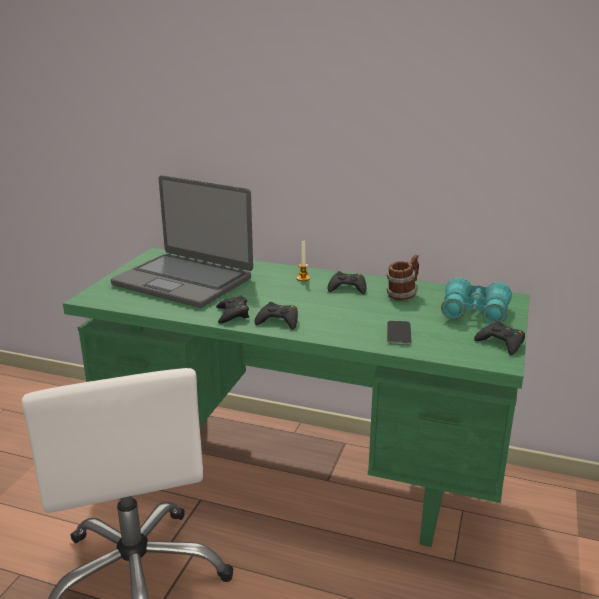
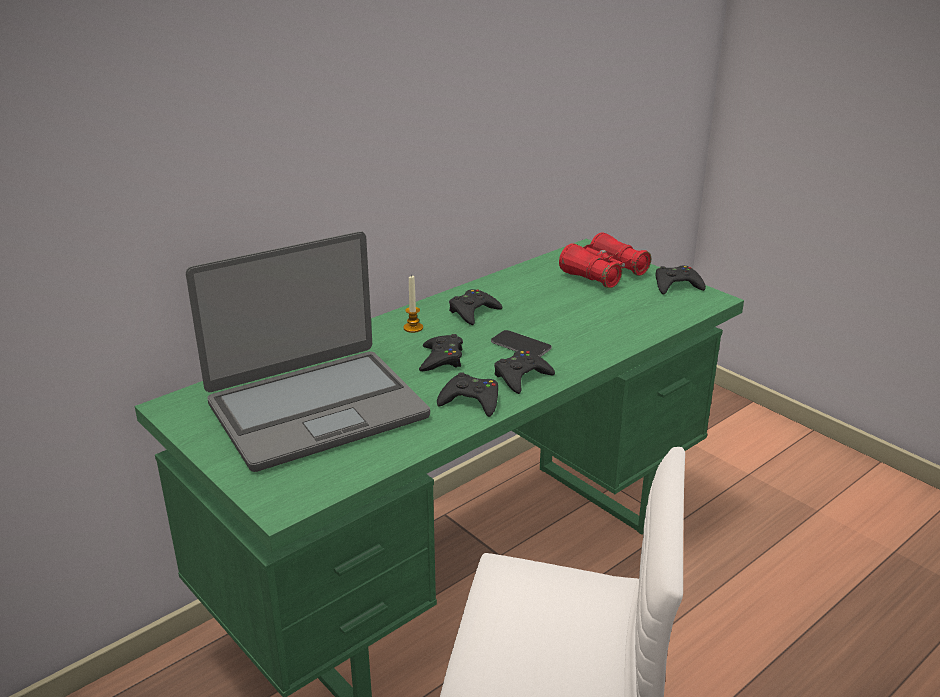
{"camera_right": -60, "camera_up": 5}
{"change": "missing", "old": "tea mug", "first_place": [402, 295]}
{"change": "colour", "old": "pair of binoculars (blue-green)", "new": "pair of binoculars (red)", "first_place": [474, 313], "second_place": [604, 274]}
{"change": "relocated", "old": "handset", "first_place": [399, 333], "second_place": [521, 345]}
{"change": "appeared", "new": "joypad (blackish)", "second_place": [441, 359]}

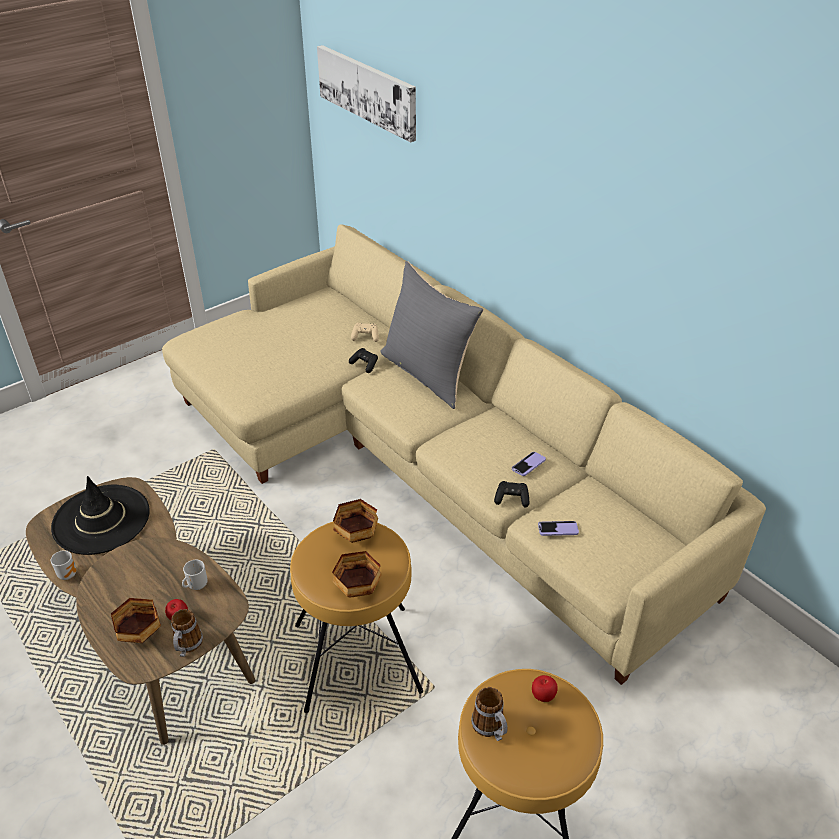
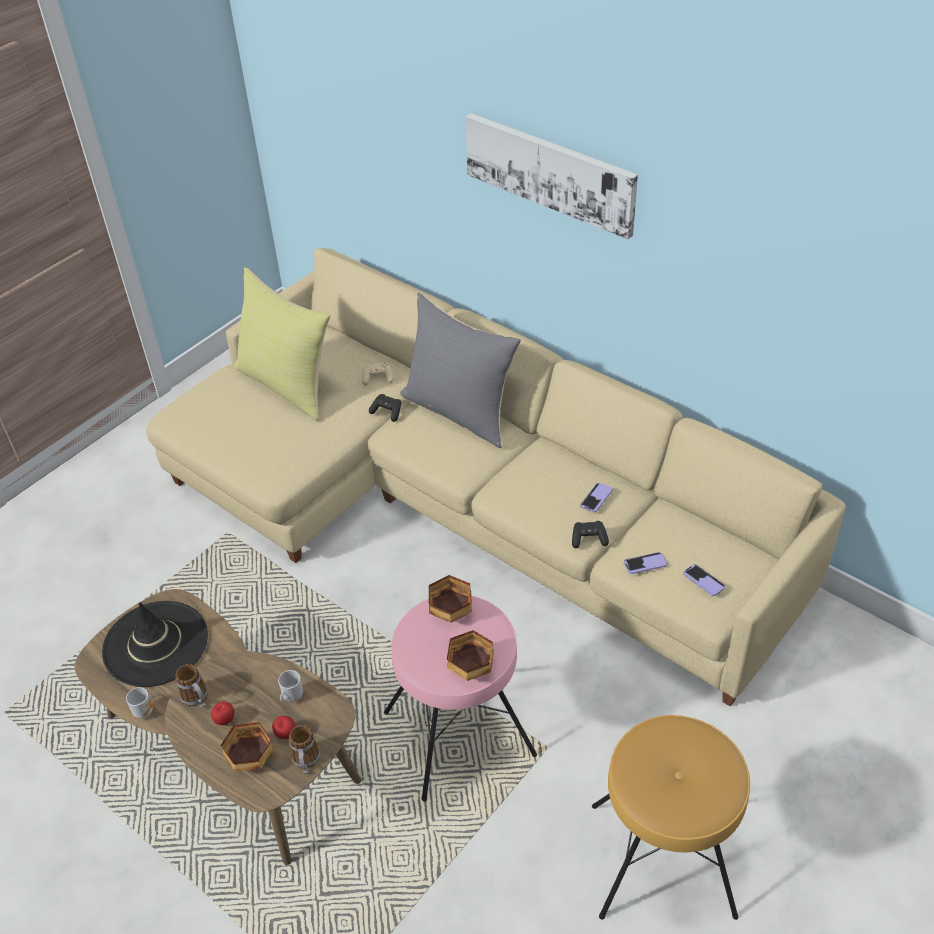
{"camera_right": -10, "camera_up": 5}
{"change": "relocated", "old": "wall picture", "first_place": [367, 91], "second_place": [550, 172]}
{"change": "colour", "old": "stool (brown)", "new": "stool (pink-coloured)", "first_place": [357, 658], "second_place": [459, 734]}
{"change": "relocated", "old": "whole apple", "first_place": [543, 696], "second_place": [225, 720]}
{"change": "relocated", "old": "tea mug", "first_place": [491, 729], "second_place": [197, 699]}
{"change": "appeared", "new": "throw pillow (yellowish)", "second_place": [288, 384]}
{"change": "appeared", "new": "handset", "second_place": [703, 581]}

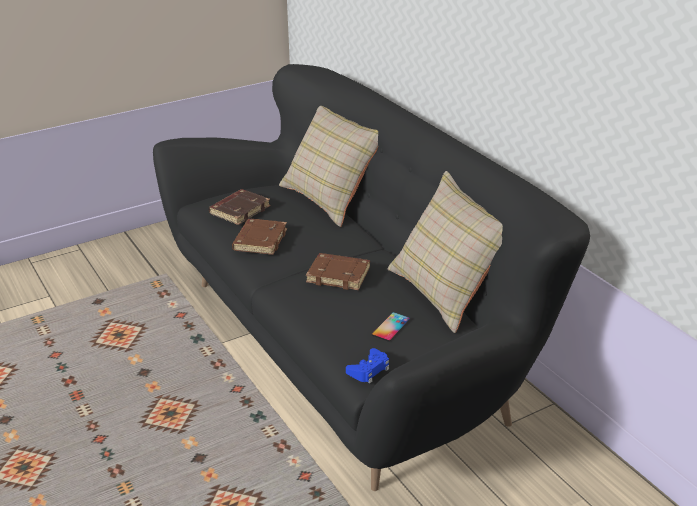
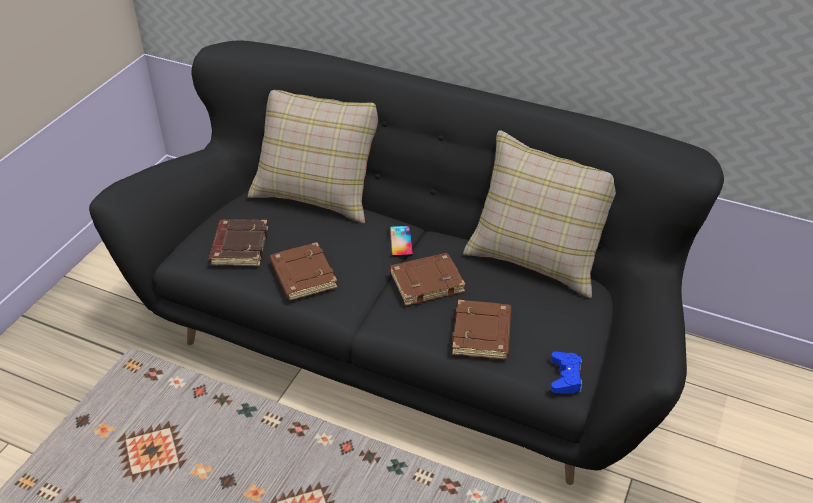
{"camera_right": -35, "camera_up": 10}
{"change": "relocated", "old": "handset", "first_place": [390, 327], "second_place": [401, 241]}
{"change": "appeared", "new": "book (brown)", "second_place": [482, 334]}

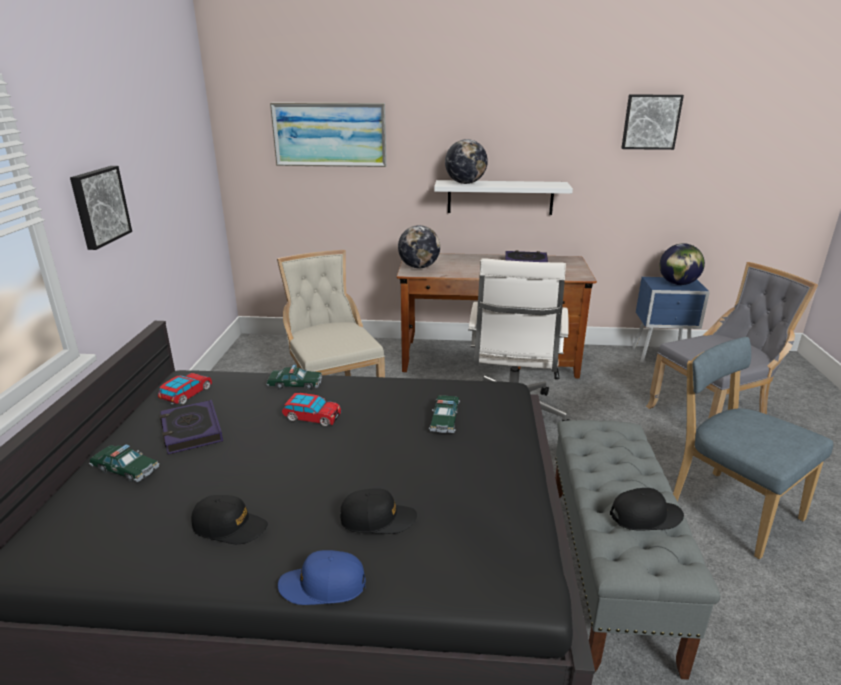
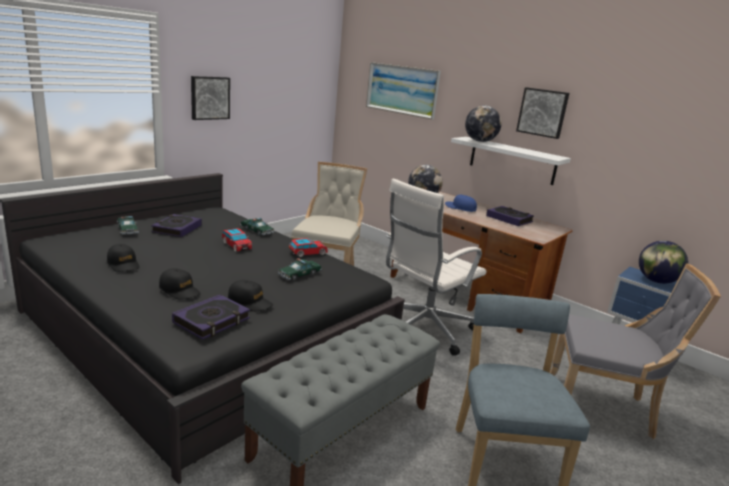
{"camera_right": 35, "camera_up": -5}
{"change": "relocated", "old": "wall picture", "first_place": [650, 122], "second_place": [542, 112]}
{"change": "relocated", "old": "model car", "first_place": [186, 395], "second_place": [307, 253]}
{"change": "relocated", "old": "baseball cap (blackish)", "first_place": [645, 516], "second_place": [250, 302]}
{"change": "relocated", "old": "baseball cap (blue-coloured)", "first_place": [323, 585], "second_place": [460, 208]}
{"change": "appeared", "new": "book", "second_place": [212, 321]}

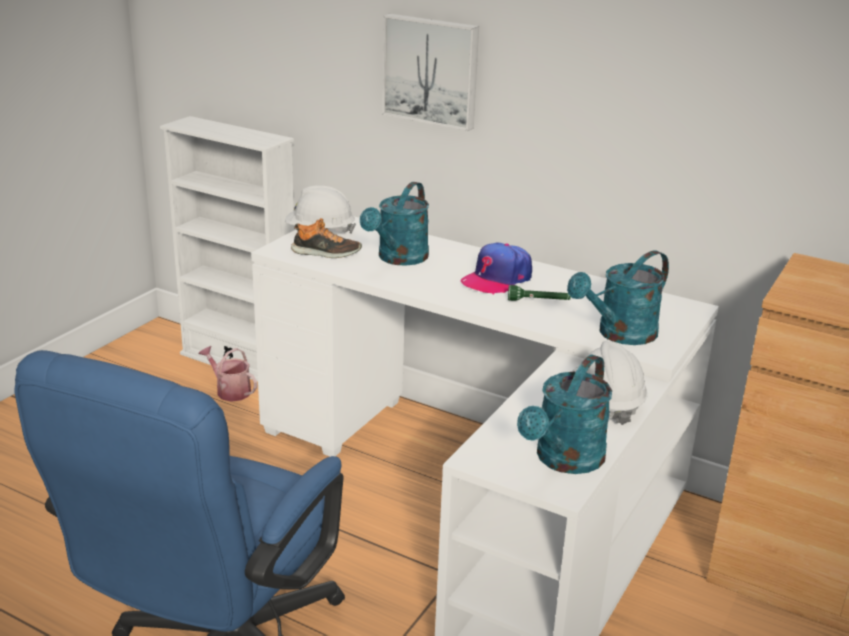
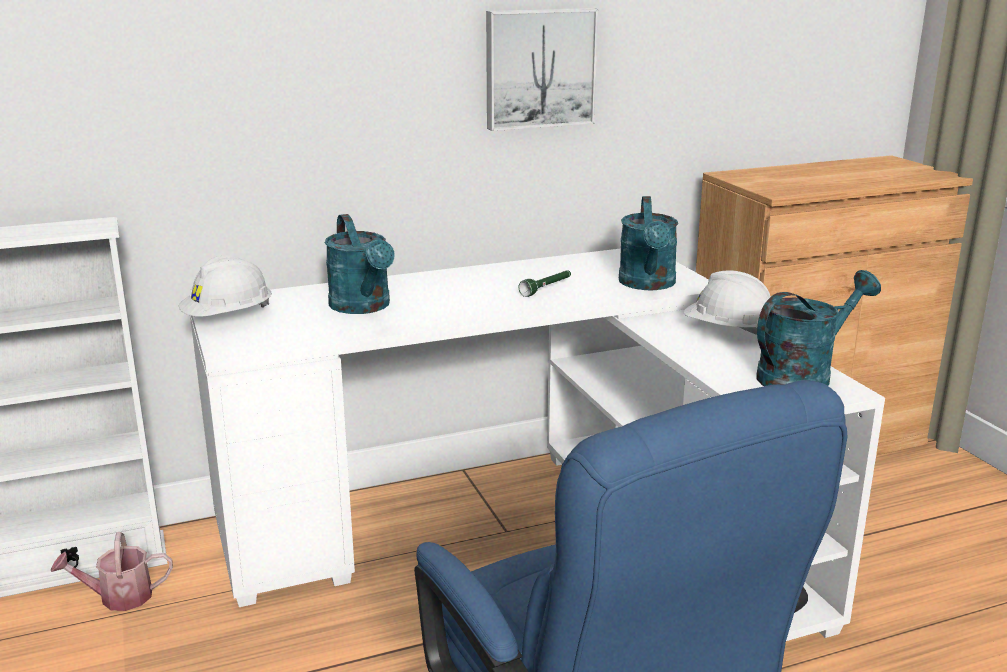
{"camera_right": -50, "camera_up": -5}
{"change": "relocated", "old": "wall picture", "first_place": [431, 70], "second_place": [539, 68]}
{"change": "missing", "old": "item of footwear", "first_place": [326, 253]}
{"change": "missing", "old": "baseball cap", "first_place": [497, 279]}
{"change": "spun", "old": "watering pot (blue-green)", "first_place": [564, 461], "second_place": [803, 375], "degrees": -105}

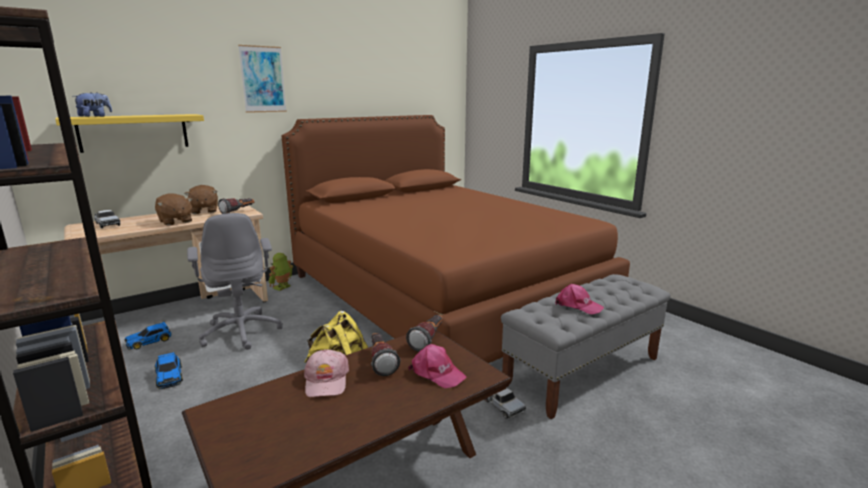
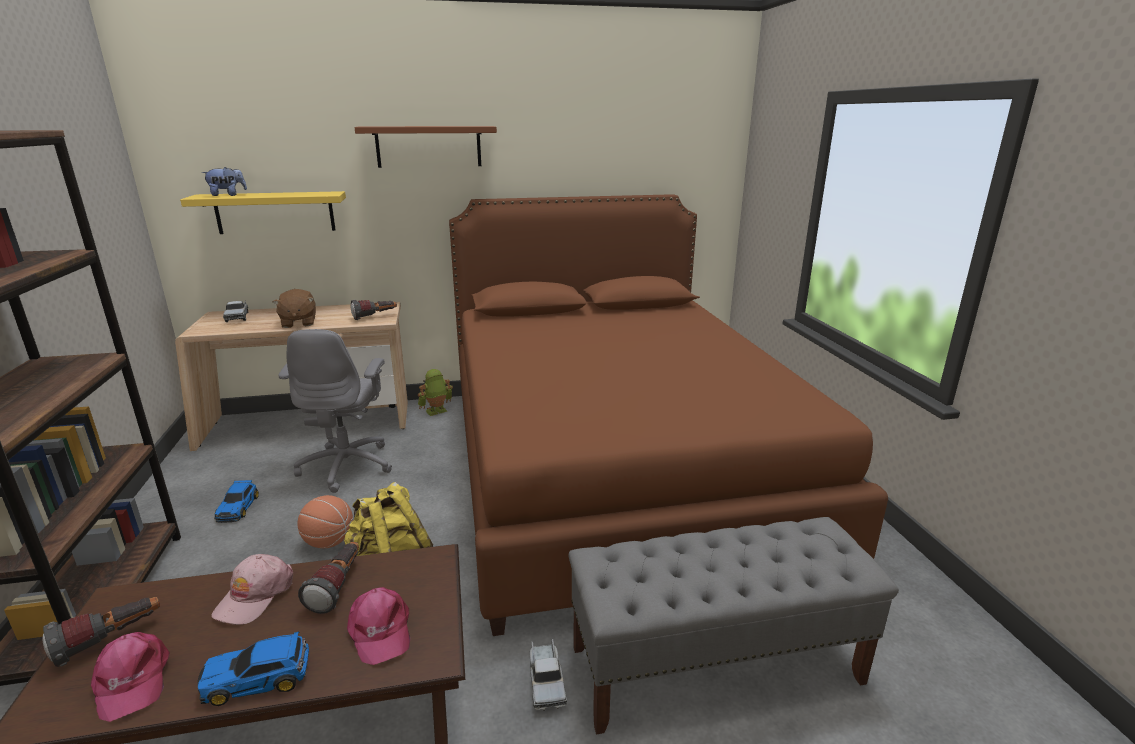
{"camera_right": 25, "camera_up": 5}
{"change": "exchanged", "old": "wall picture", "new": "wall shelf (brown)", "first_place": [263, 79], "second_place": [428, 146]}
{"change": "missing", "old": "cuddly toy (brown)", "first_place": [204, 211]}
{"change": "relocated", "old": "baseball cap (pink-coloured)", "first_place": [577, 305], "second_place": [131, 680]}
{"change": "relocated", "old": "torch", "first_place": [428, 340], "second_place": [110, 640]}
{"change": "relocated", "old": "model car", "first_place": [150, 341], "second_place": [259, 678]}
{"change": "appeared", "new": "ball for basketball", "second_place": [329, 542]}

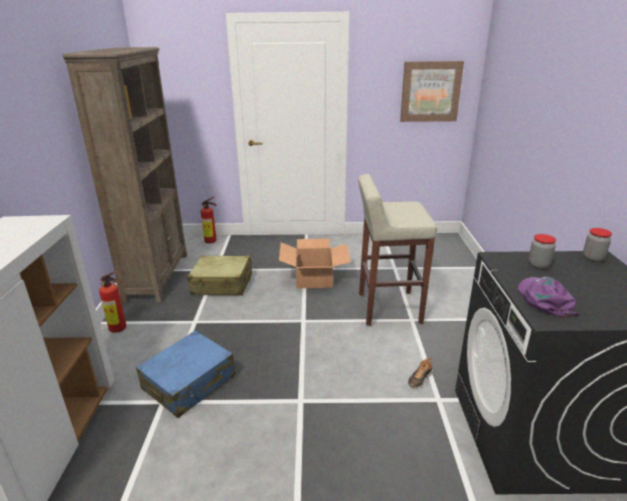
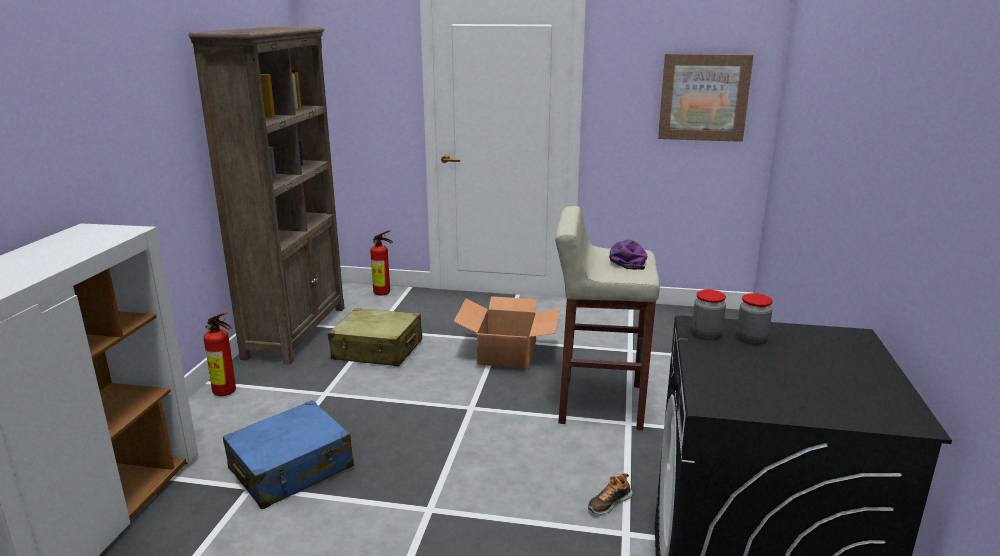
{"camera_right": 10, "camera_up": -5}
{"change": "relocated", "old": "preserve jar", "first_place": [593, 258], "second_place": [706, 334]}
{"change": "relocated", "old": "baseball cap (purple)", "first_place": [544, 299], "second_place": [628, 260]}

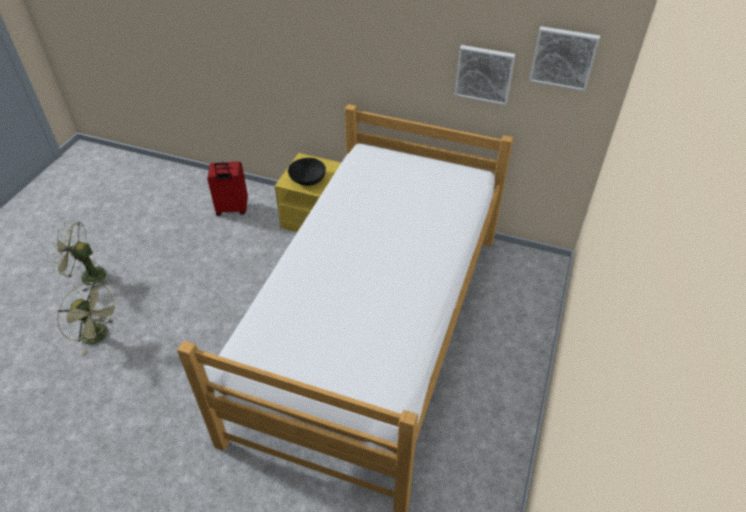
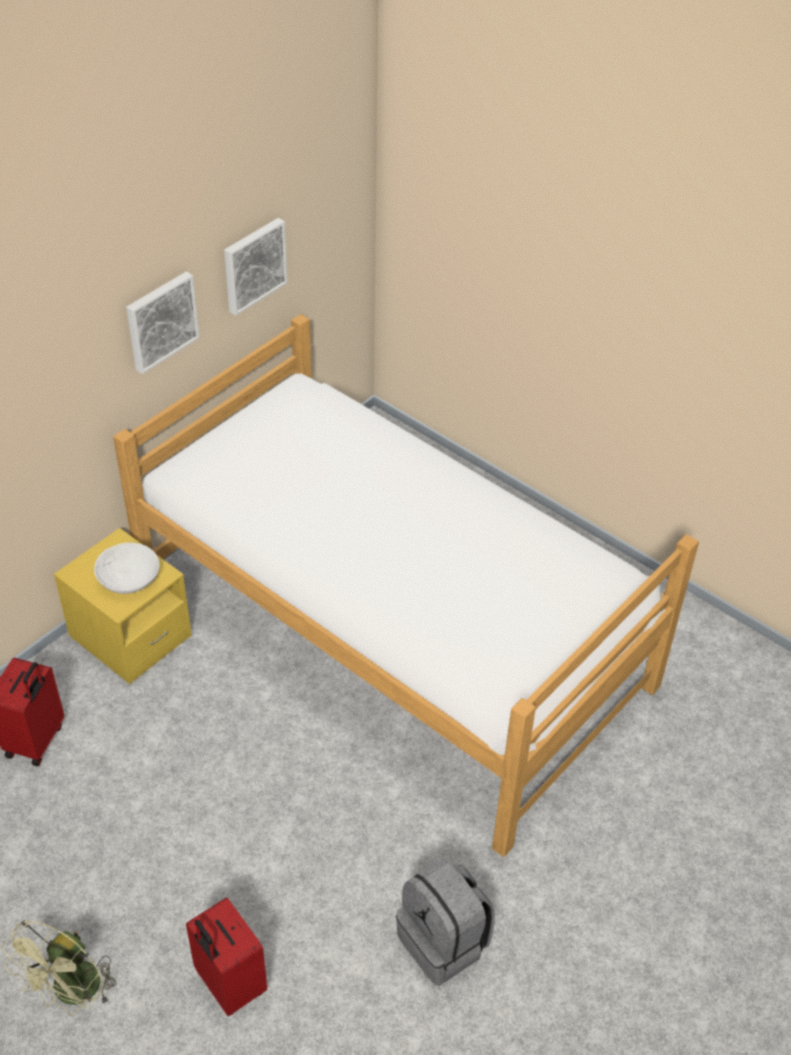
{"camera_right": -70, "camera_up": 0}
{"change": "relocated", "old": "wall picture", "first_place": [563, 57], "second_place": [160, 320]}
{"change": "colour", "old": "bowl (blackish)", "new": "bowl (whitish)", "first_place": [307, 179], "second_place": [128, 579]}
{"change": "exchanged", "old": "fan (green)", "new": "travel case (red)", "first_place": [100, 336], "second_place": [229, 984]}
{"change": "appeared", "new": "rucksack (greyish)", "second_place": [444, 942]}

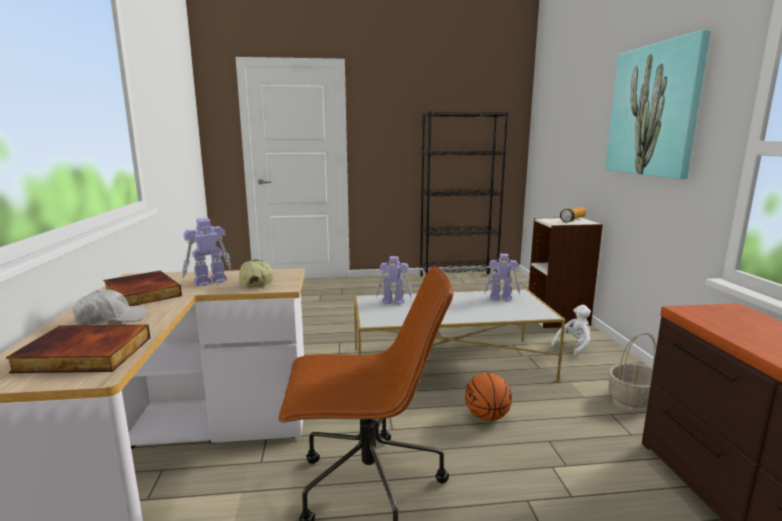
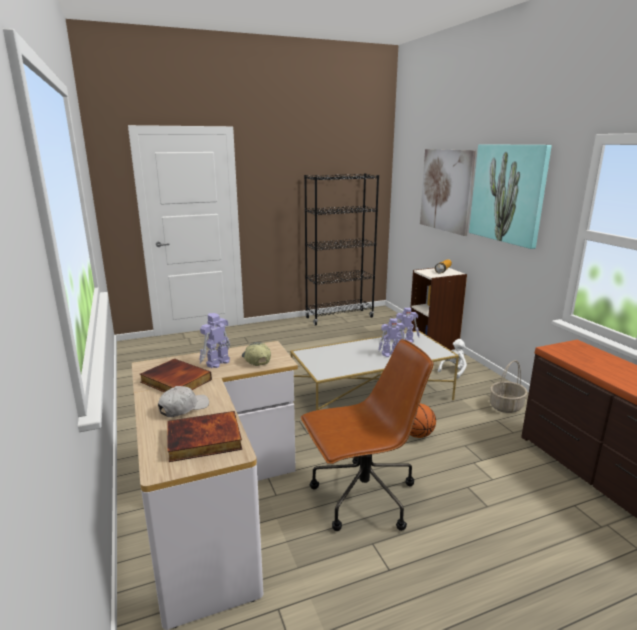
{"camera_right": -15, "camera_up": 5}
{"change": "relocated", "old": "robot figure", "first_place": [394, 302], "second_place": [391, 354]}
{"change": "appeared", "new": "wall picture", "second_place": [446, 190]}

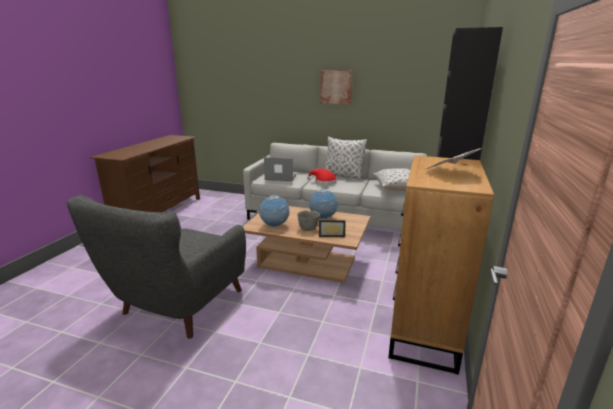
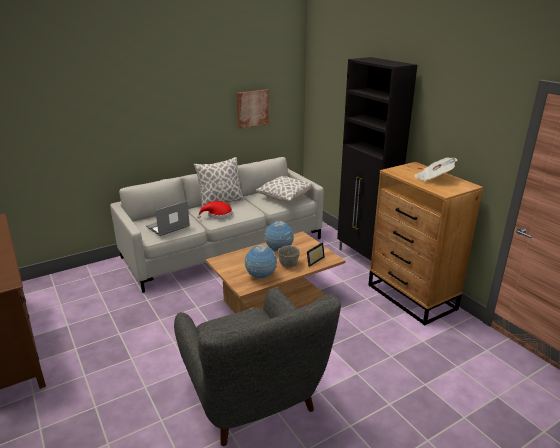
{"camera_right": -50, "camera_up": 5}
{"change": "relocated", "old": "wall picture", "first_place": [336, 87], "second_place": [252, 108]}

